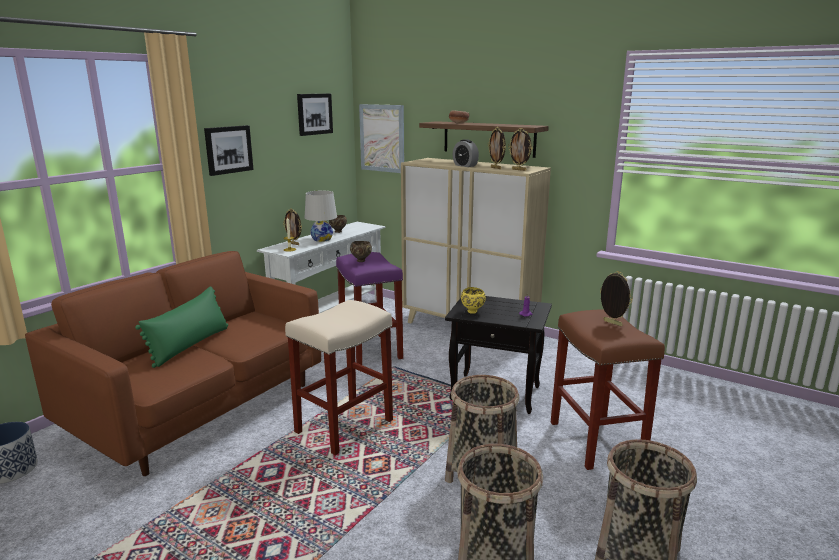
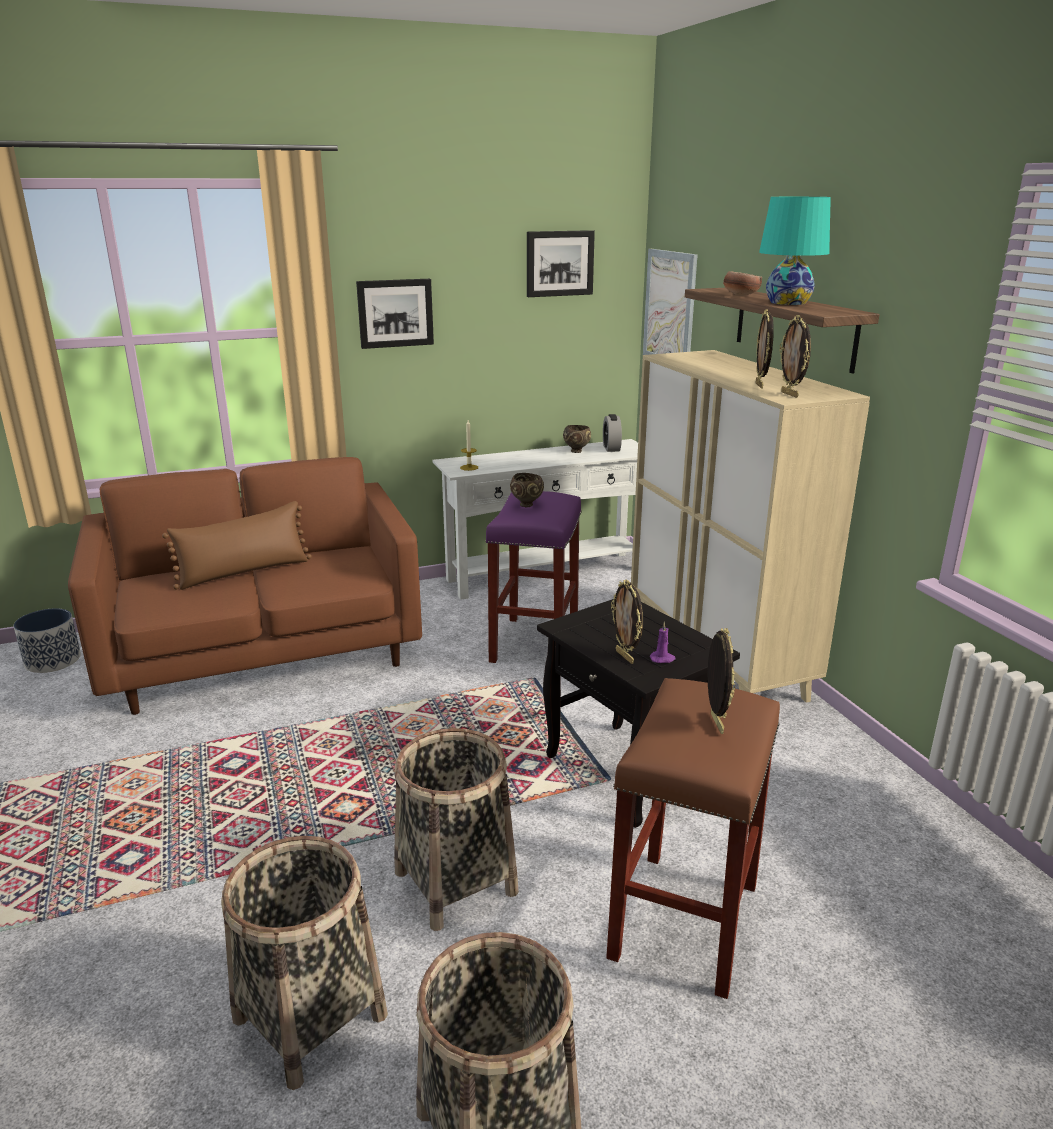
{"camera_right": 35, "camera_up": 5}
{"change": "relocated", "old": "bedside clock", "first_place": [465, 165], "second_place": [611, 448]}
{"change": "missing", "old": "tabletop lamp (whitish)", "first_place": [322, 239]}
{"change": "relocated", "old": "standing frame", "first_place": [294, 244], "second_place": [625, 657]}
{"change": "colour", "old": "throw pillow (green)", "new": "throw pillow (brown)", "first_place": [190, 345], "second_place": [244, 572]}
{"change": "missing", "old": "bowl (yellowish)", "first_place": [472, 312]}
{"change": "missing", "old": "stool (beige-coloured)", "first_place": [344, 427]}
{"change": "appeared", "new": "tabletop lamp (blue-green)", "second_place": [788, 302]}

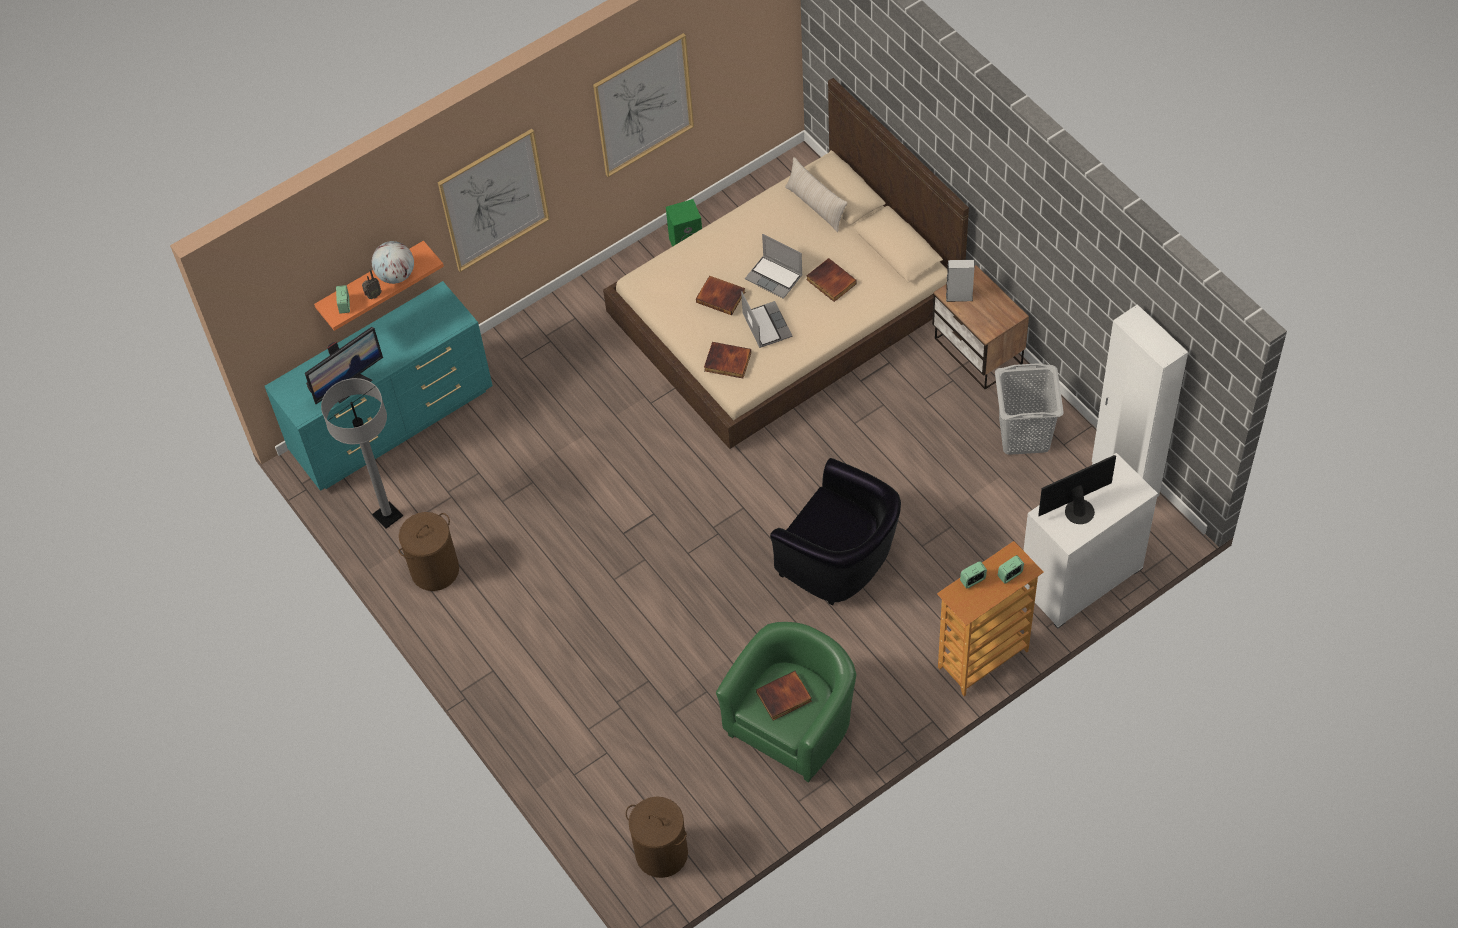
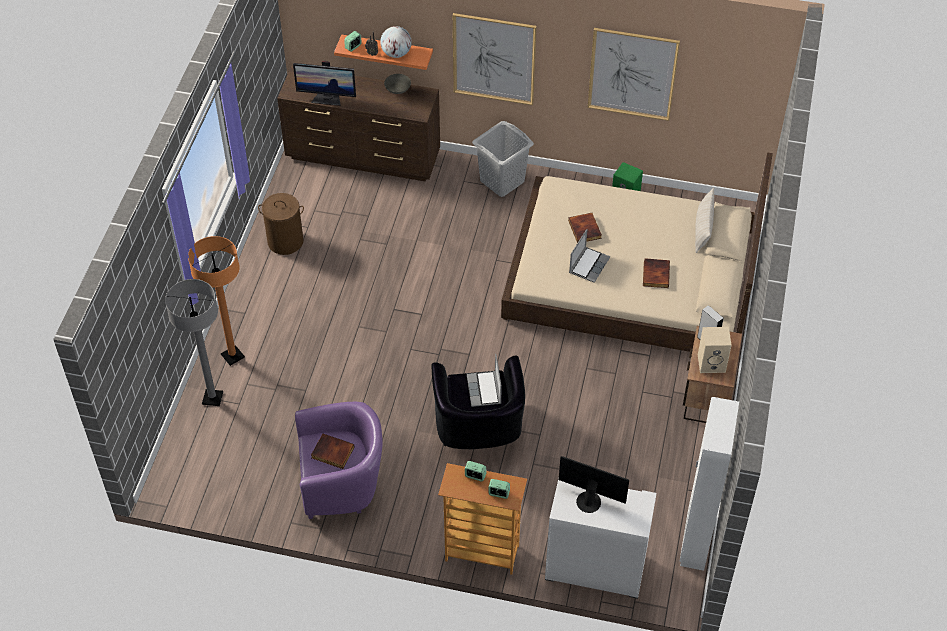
{"camera_right": 45, "camera_up": -5}
{"change": "relocated", "old": "notebook computer", "first_place": [775, 277], "second_place": [484, 390]}
{"change": "colour", "old": "dresser (blue-green)", "new": "dresser (brown)", "first_place": [394, 422], "second_place": [363, 156]}
{"change": "missing", "old": "book", "first_place": [727, 362]}
{"change": "relocated", "old": "washing basket (greyish)", "first_place": [1024, 434], "second_place": [502, 181]}
{"change": "relocated", "old": "floor lamp (greyish)", "first_place": [387, 516], "second_place": [212, 398]}
{"change": "colour", "old": "easy chair (green)", "new": "easy chair (purple)", "first_place": [793, 724], "second_place": [342, 483]}
{"change": "missing", "old": "washing basket (brown)", "first_place": [661, 853]}
{"change": "appeared", "new": "bowl (greyish)", "second_place": [397, 90]}
{"change": "appeared", "new": "floor lamp (orange)", "second_place": [232, 356]}
{"change": "appeared", "new": "audio speaker (beige-coloured)", "second_place": [712, 363]}

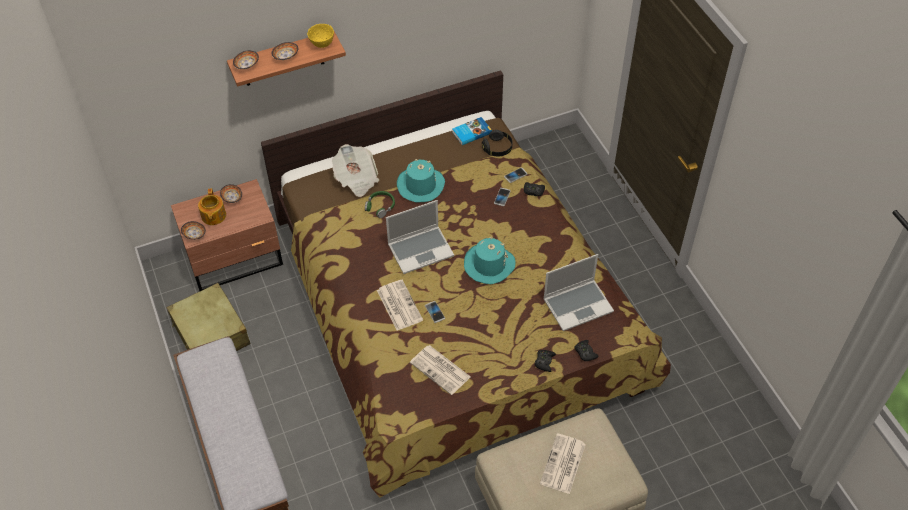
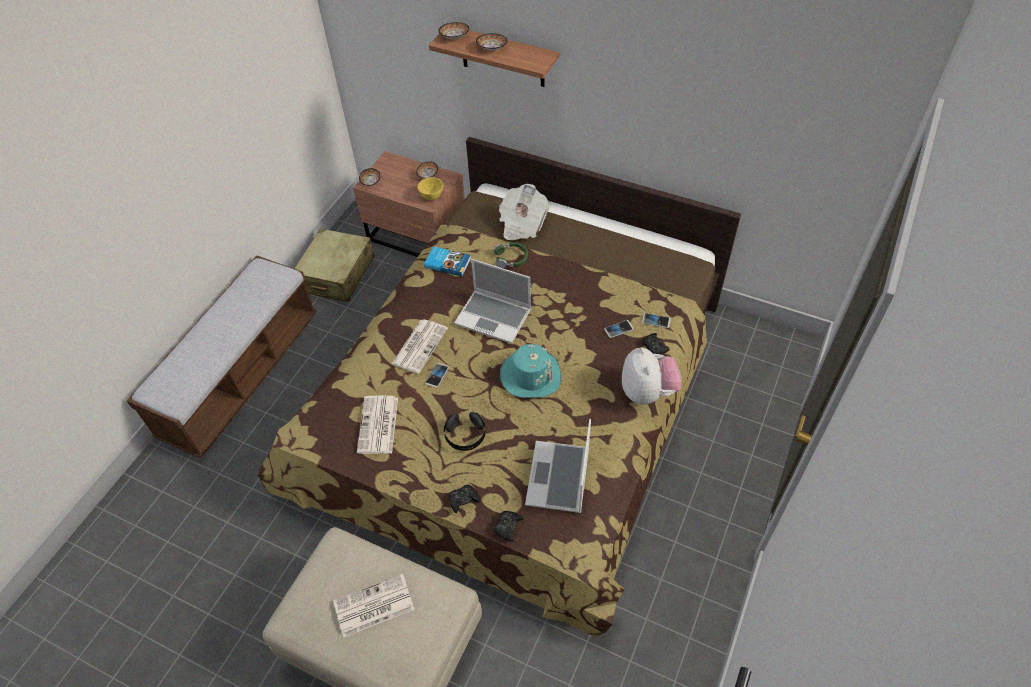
{"camera_right": 50, "camera_up": 0}
{"change": "relocated", "old": "bowl (yellowish)", "first_place": [322, 44], "second_place": [432, 197]}
{"change": "relocated", "old": "book", "first_place": [471, 132], "second_place": [447, 263]}
{"change": "relocated", "old": "headphones (blackish)", "first_place": [497, 148], "second_place": [465, 436]}
{"change": "missing", "old": "clothing hat (blue-green)", "first_place": [420, 185]}
{"change": "missing", "old": "teapot", "first_place": [213, 216]}
{"change": "spun", "old": "notebook computer", "first_place": [578, 305], "second_place": [559, 479], "degrees": 75}
{"change": "appeared", "new": "cuddly toy", "second_place": [647, 392]}

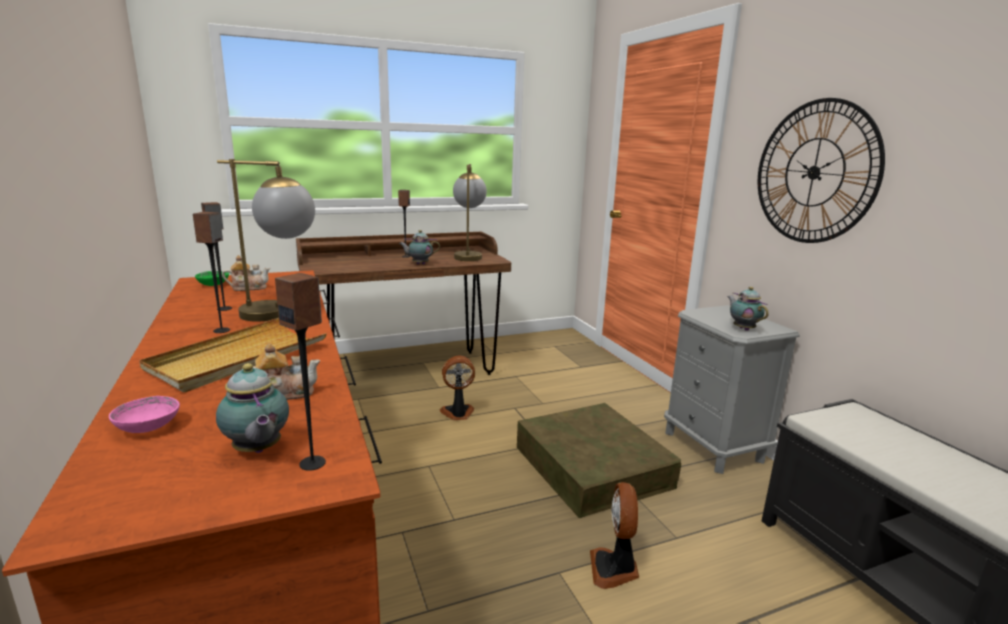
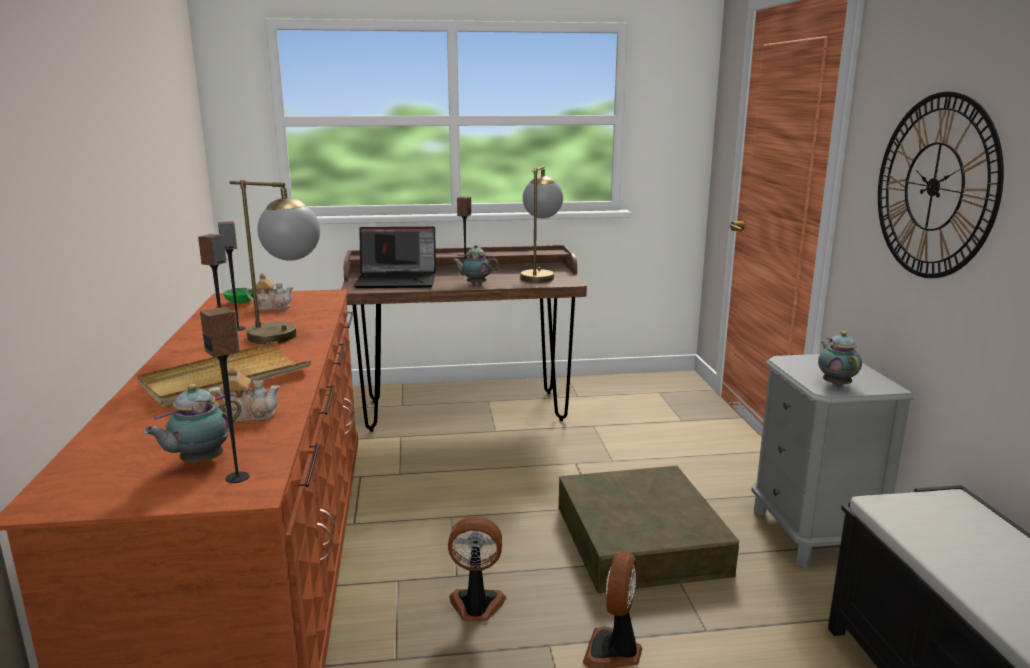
{"camera_right": 15, "camera_up": 0}
{"change": "relocated", "old": "fan", "first_place": [458, 413], "second_place": [476, 606]}
{"change": "spun", "old": "teapot", "first_place": [257, 450], "second_place": [199, 462], "degrees": 60}
{"change": "missing", "old": "bowl (pink-coloured)", "first_place": [148, 427]}
{"change": "appeared", "new": "notebook computer", "second_place": [398, 281]}

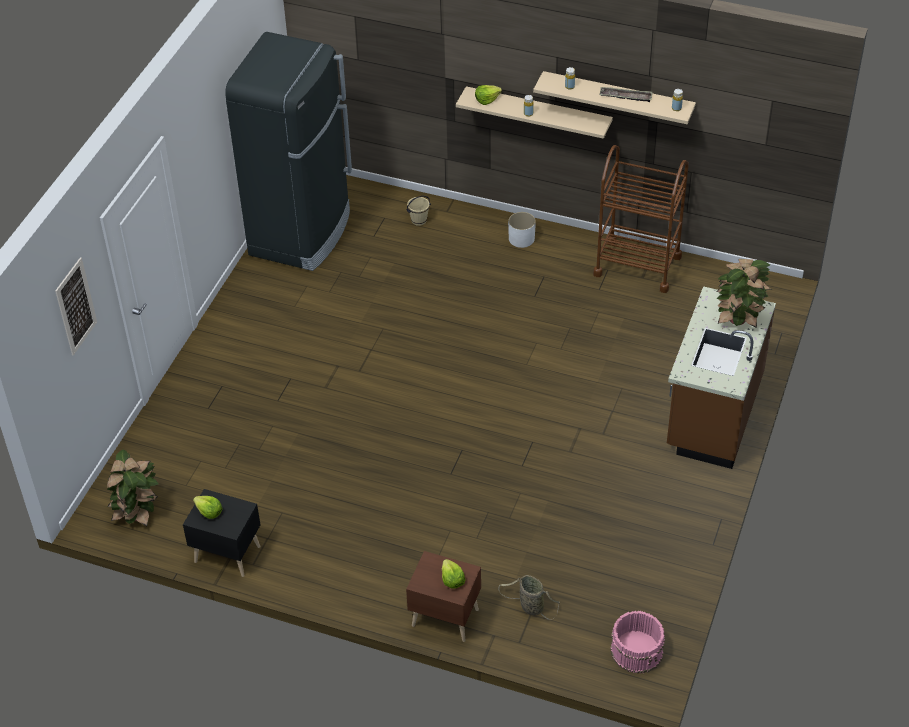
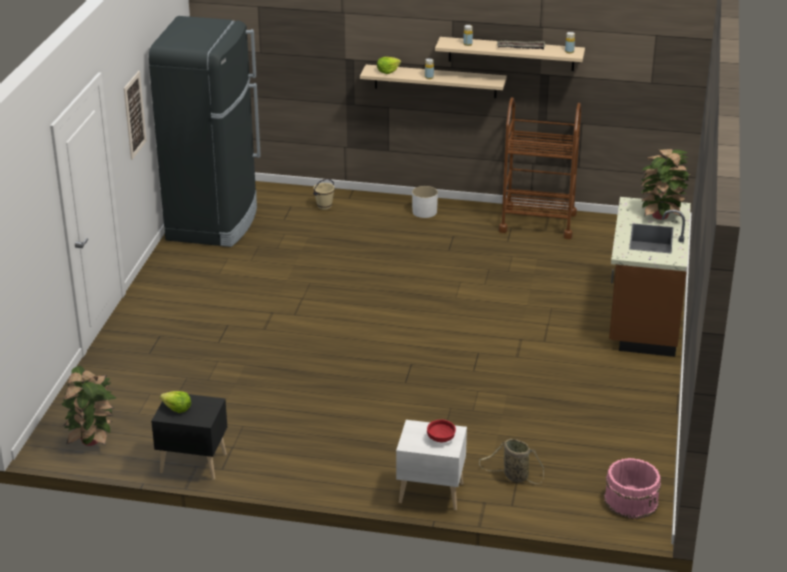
{"camera_right": -10, "camera_up": -15}
{"change": "relocated", "old": "wall picture", "first_place": [76, 306], "second_place": [134, 115]}
{"change": "colour", "old": "night table (brown)", "new": "night table (whitish)", "first_place": [444, 616], "second_place": [430, 492]}
{"change": "exchanged", "old": "head of lettuce", "new": "bowl (red)", "first_place": [452, 580], "second_place": [441, 439]}

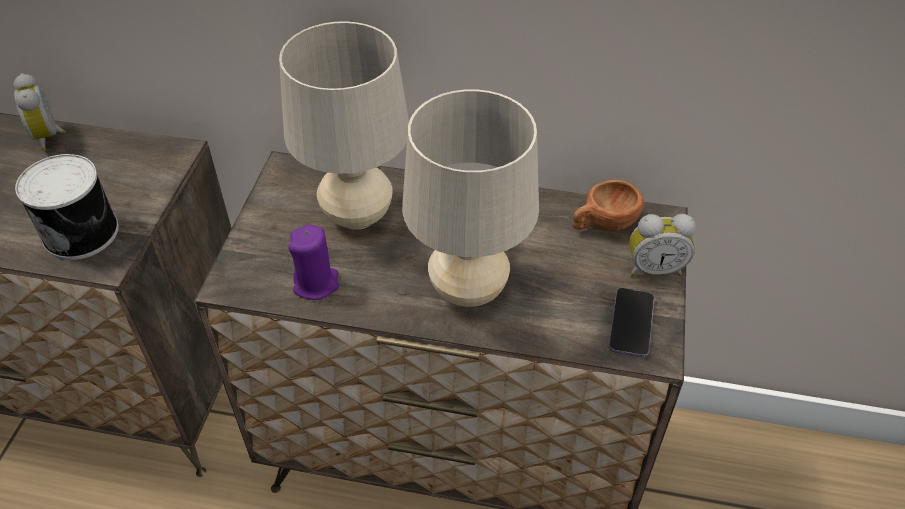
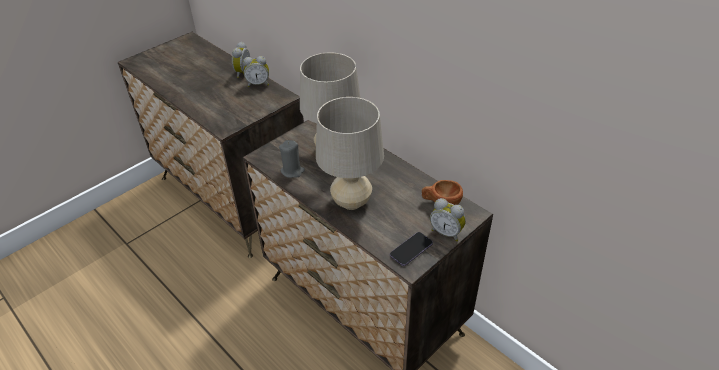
{"camera_right": 35, "camera_up": -5}
{"change": "missing", "old": "metal can", "first_place": [83, 232]}
{"change": "colour", "old": "candle (purple)", "new": "candle (greyish)", "first_place": [316, 284], "second_place": [292, 171]}
{"change": "appeared", "new": "bedside clock", "second_place": [258, 84]}

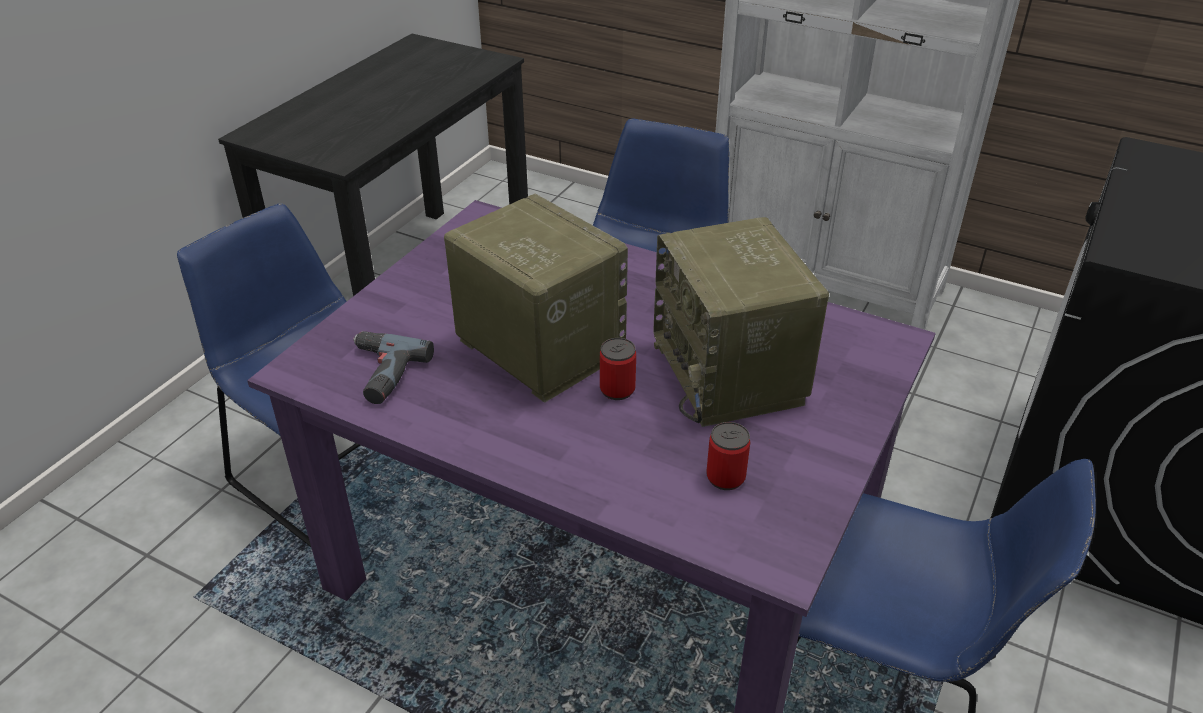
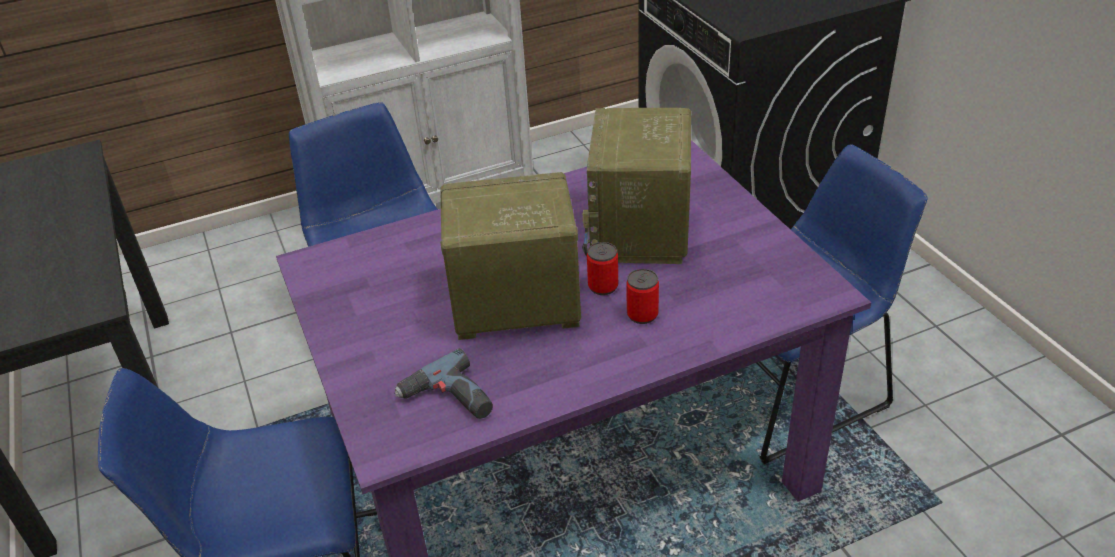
{"camera_right": -50, "camera_up": 0}
{"change": "spun", "old": "radio set", "first_place": [731, 374], "second_place": [641, 231], "degrees": 75}
{"change": "relocated", "old": "metal can", "first_place": [725, 477], "second_place": [642, 314]}

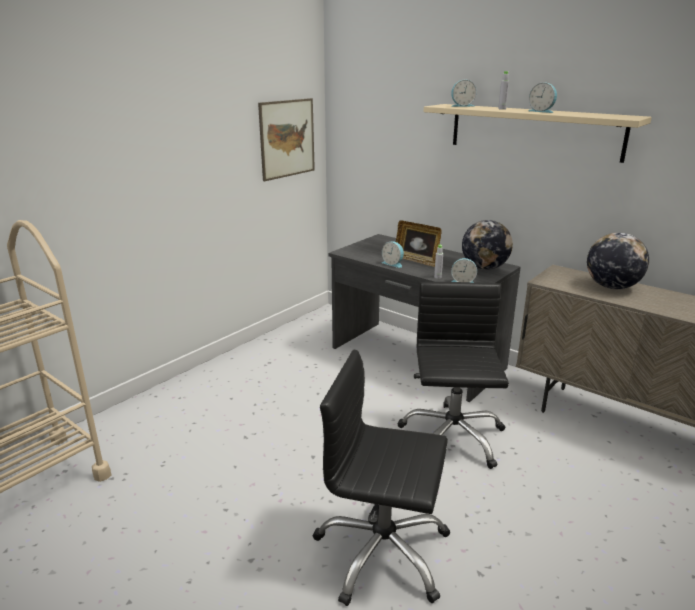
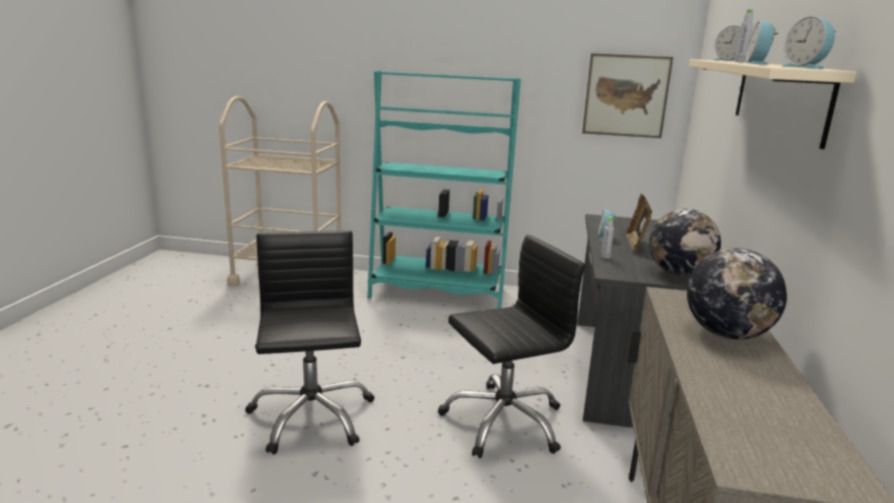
{"camera_right": 60, "camera_up": -5}
{"change": "relocated", "old": "bedside clock", "first_place": [463, 282], "second_place": [806, 67]}
{"change": "appeared", "new": "shelving unit (blue-green)", "second_place": [437, 292]}

